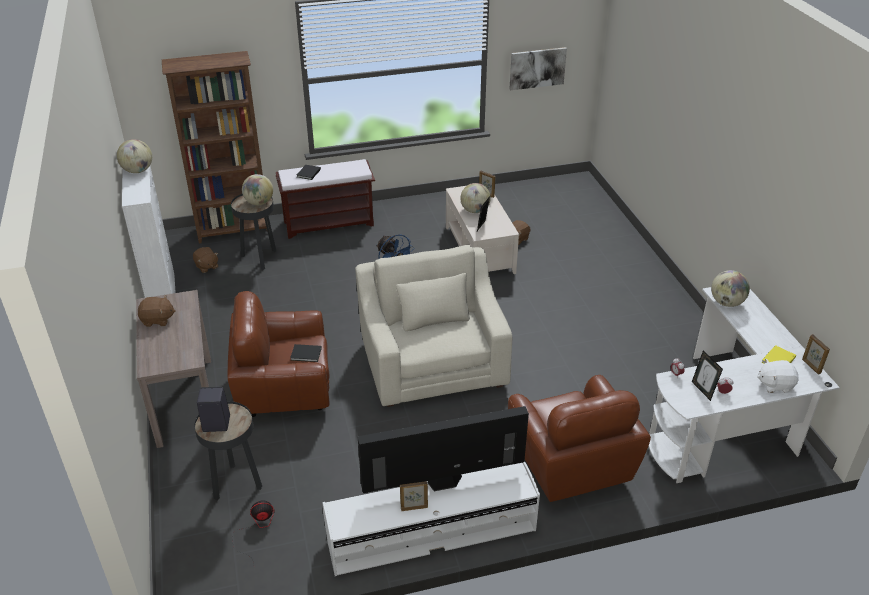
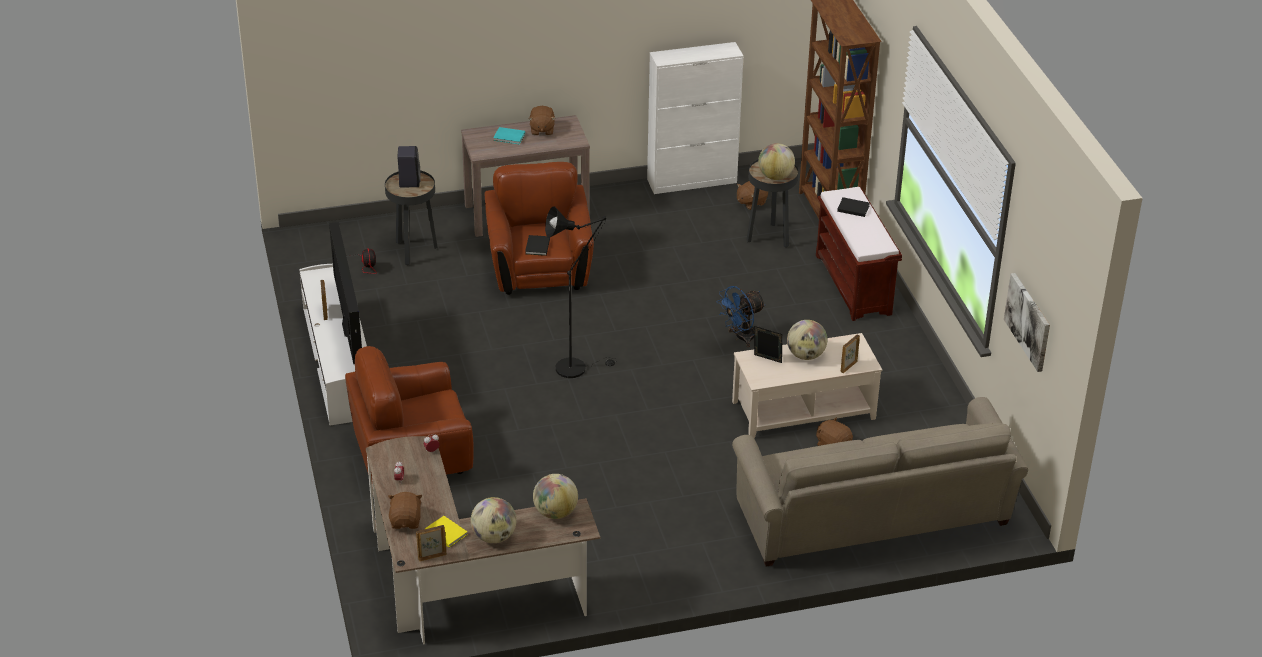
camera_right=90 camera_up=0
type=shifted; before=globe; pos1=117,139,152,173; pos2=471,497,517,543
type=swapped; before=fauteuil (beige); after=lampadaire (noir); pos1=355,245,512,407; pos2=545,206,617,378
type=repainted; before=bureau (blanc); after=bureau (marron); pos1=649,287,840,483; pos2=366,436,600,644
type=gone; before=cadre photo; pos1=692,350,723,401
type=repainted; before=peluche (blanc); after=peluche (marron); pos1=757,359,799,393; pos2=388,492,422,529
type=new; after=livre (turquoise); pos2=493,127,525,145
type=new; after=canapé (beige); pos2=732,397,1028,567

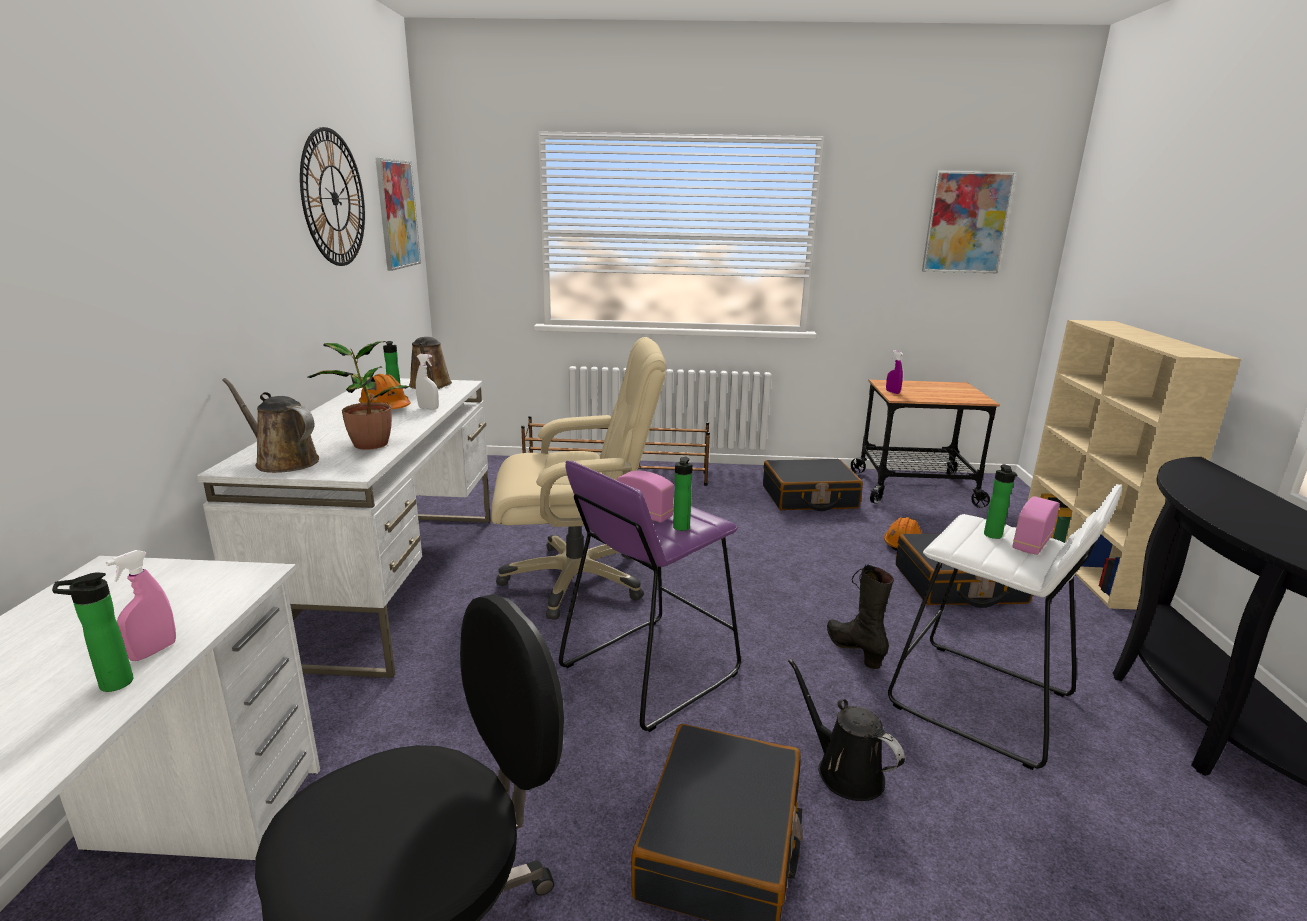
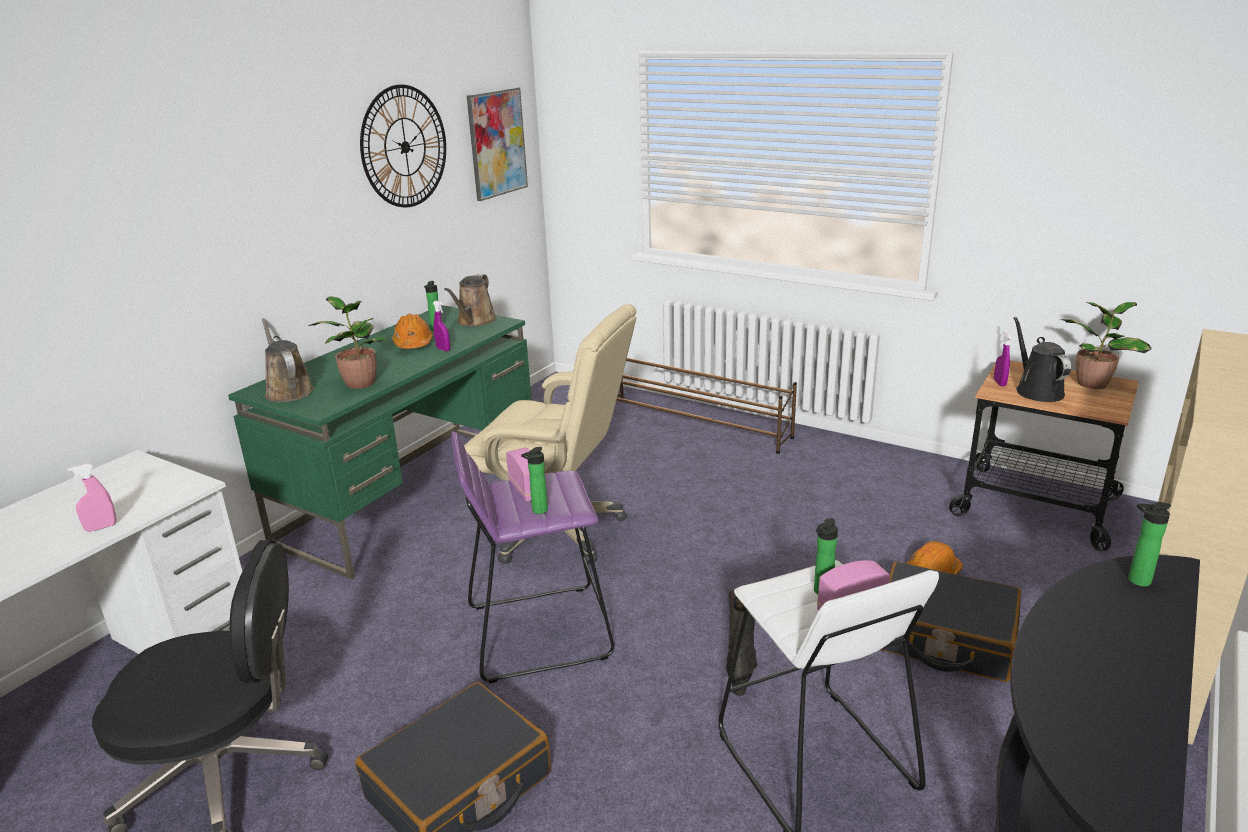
camera_right=30 camera_up=5
type=gone; before=tableau; pos1=922,170,1016,273
type=repainted; before=vaporisateur (blanc); after=vaporisateur (violet); pos1=416,354,439,410; pos2=433,301,450,351
type=repainted; before=bureau (blanc); after=bureau (vert); pos1=197,378,491,678; pos2=228,305,532,579
type=gone; before=valise (noir); pos1=763,459,863,511
type=shifted; before=bouteille; pos1=52,572,133,692; pos2=1128,502,1171,587
type=shifted; before=arrosoir (noir); pos1=788,659,905,801; pos2=1013,317,1071,402
type=new; after=plante en pot; pos2=1061,302,1151,389

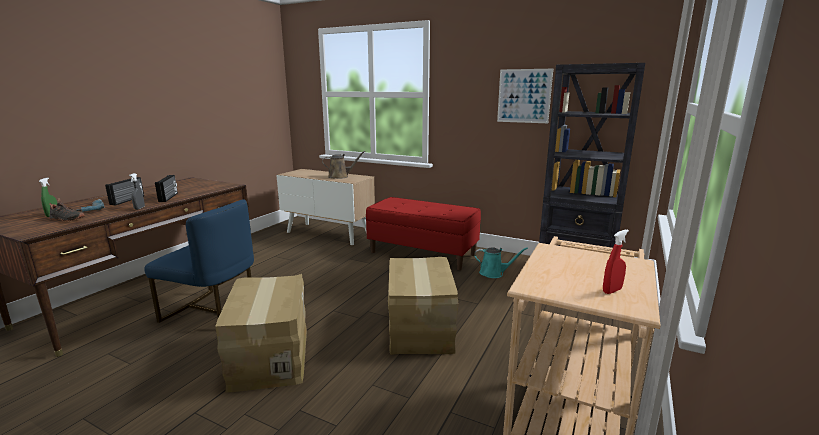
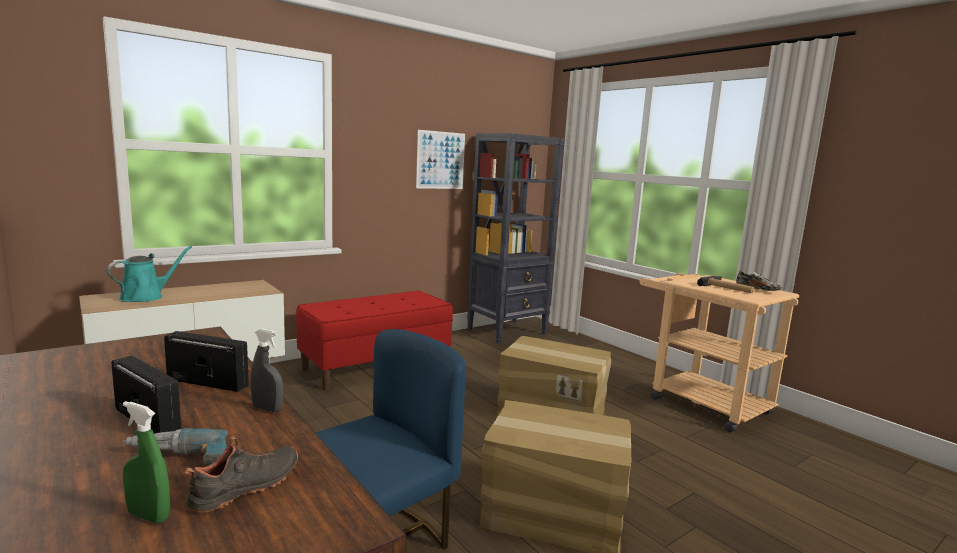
camera_right=-65 camera_up=-5
type=gone; before=arrosoir (marron); pos1=322,151,365,179
type=swapped; before=vaporisateur (rouge); after=chaussure; pos1=603,229,629,294; pos2=736,270,782,291
type=shifted; before=arrosoir (turquoise); pos1=474,247,528,278; pos2=106,246,192,302
type=new; after=marteau; pos2=697,276,754,293

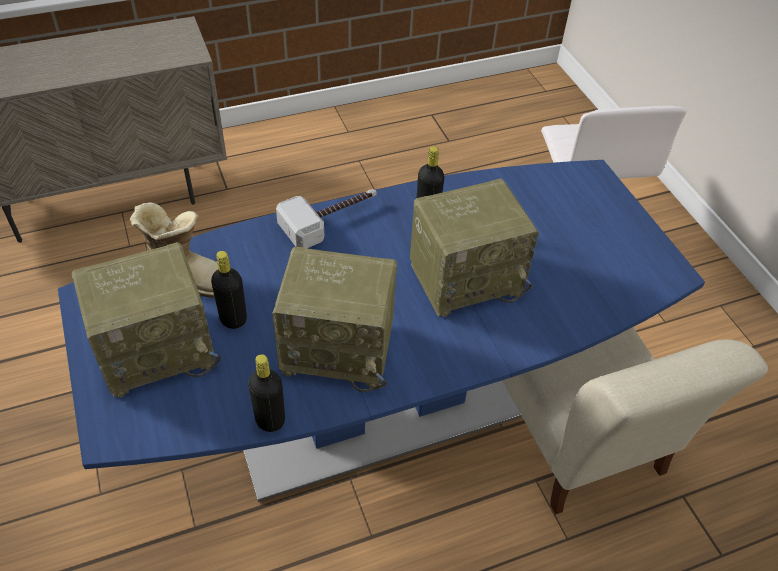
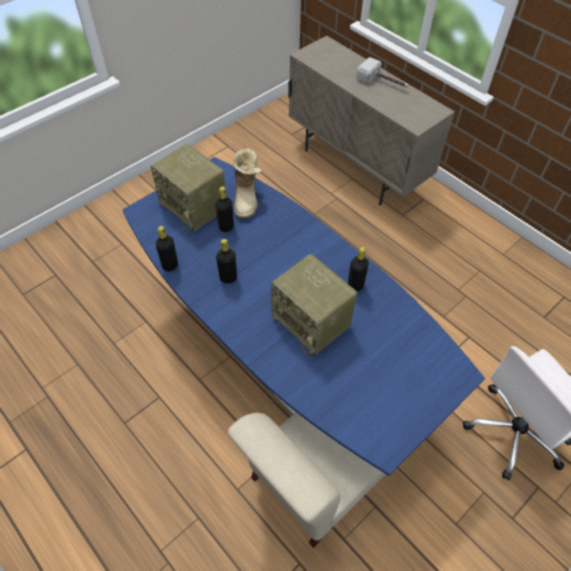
camera_right=70 camera_up=5
type=shifted; before=marteau; pos1=276,189,377,248; pos2=356,57,409,87
type=swapped; before=radio; after=bouteille (noir); pos1=272,247,397,392; pos2=216,239,237,284

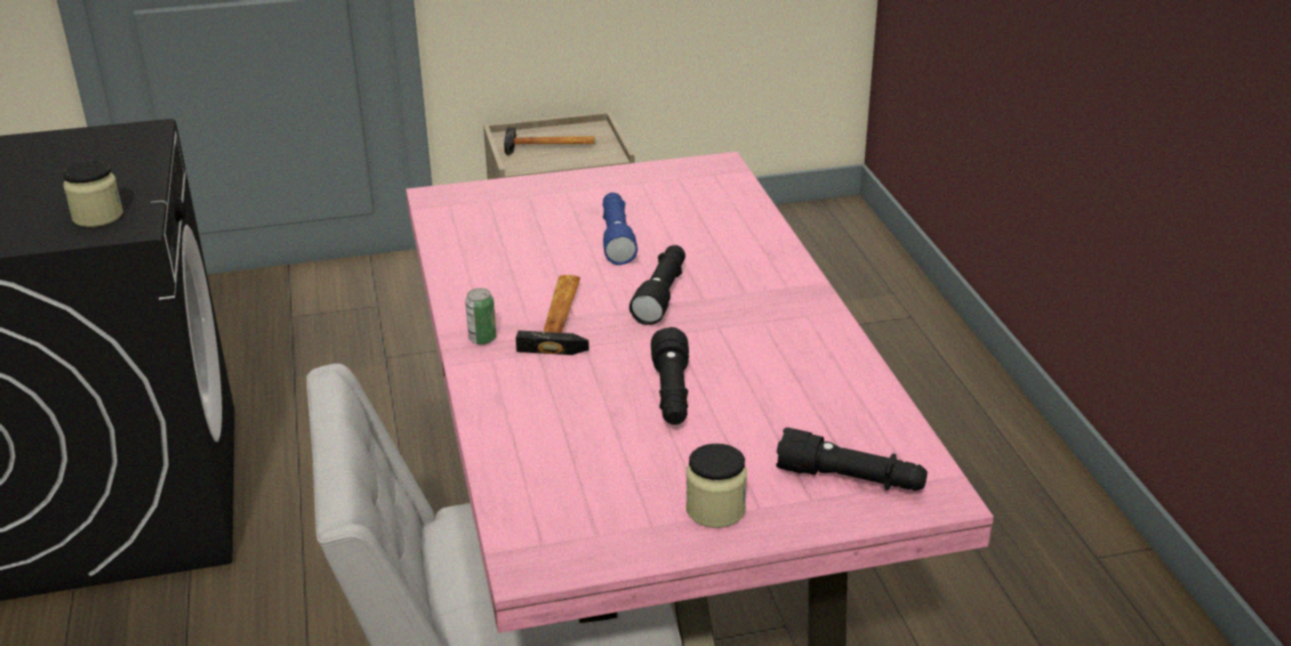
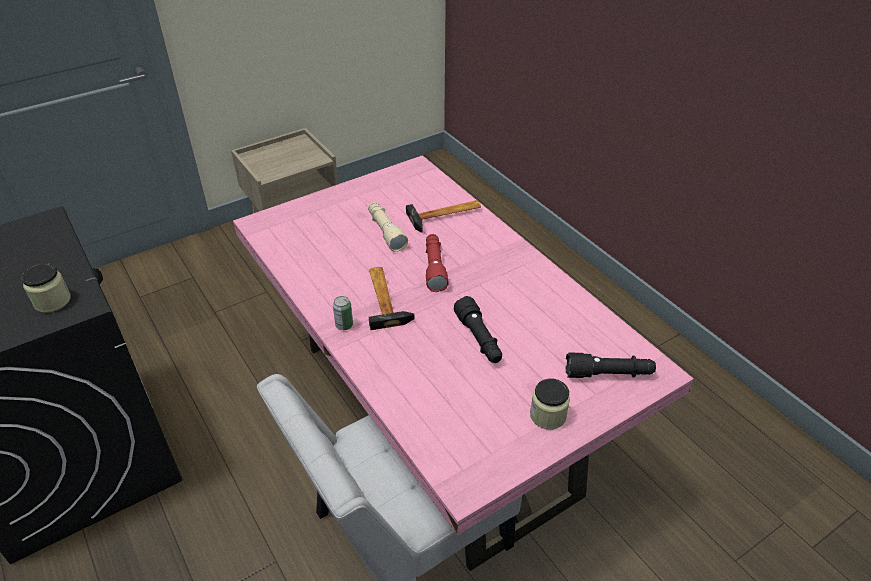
camera_right=-20 camera_up=10
type=shifted; before=marteau; pos1=504,127,595,155; pos2=406,200,481,233
type=repainted; before=lampe de poche (bleu); after=lampe de poche (beige); pos1=603,192,638,265; pos2=368,202,408,252
type=repainted; before=lampe de poche (noir); after=lampe de poche (rouge); pos1=629,245,685,325; pos2=426,234,449,292

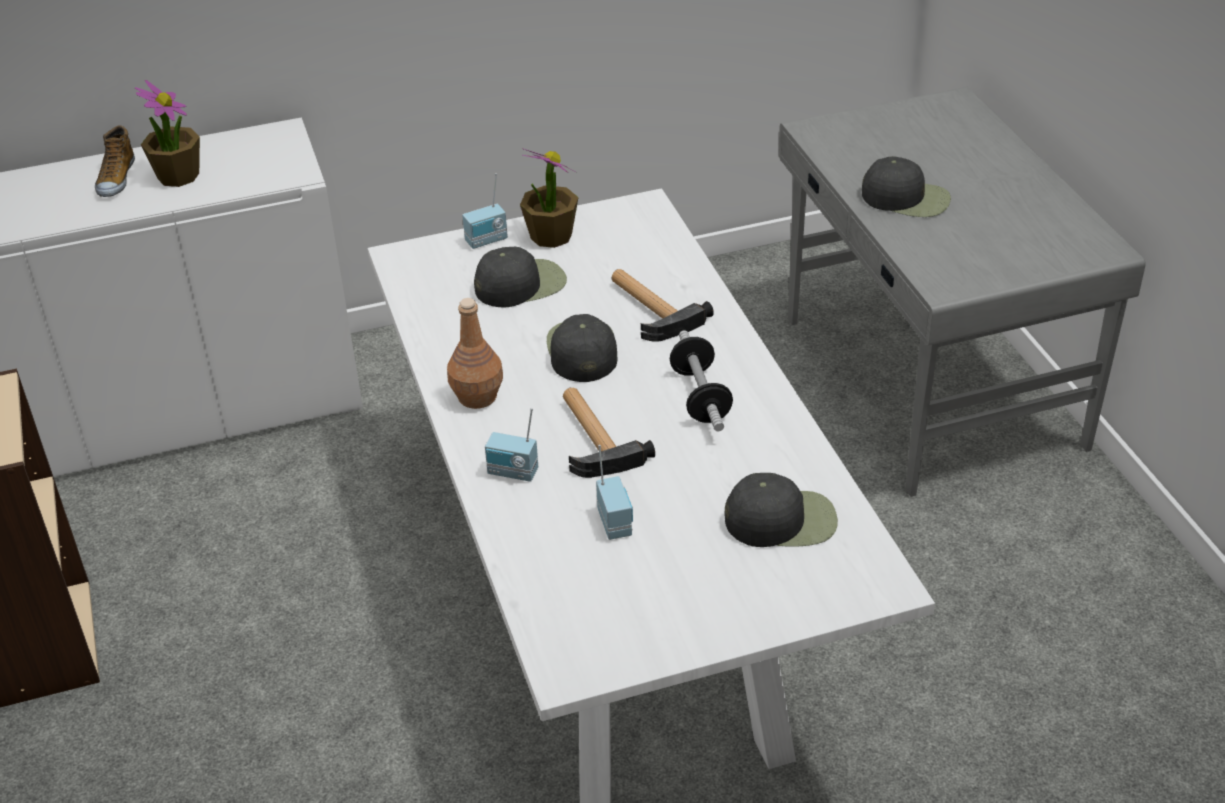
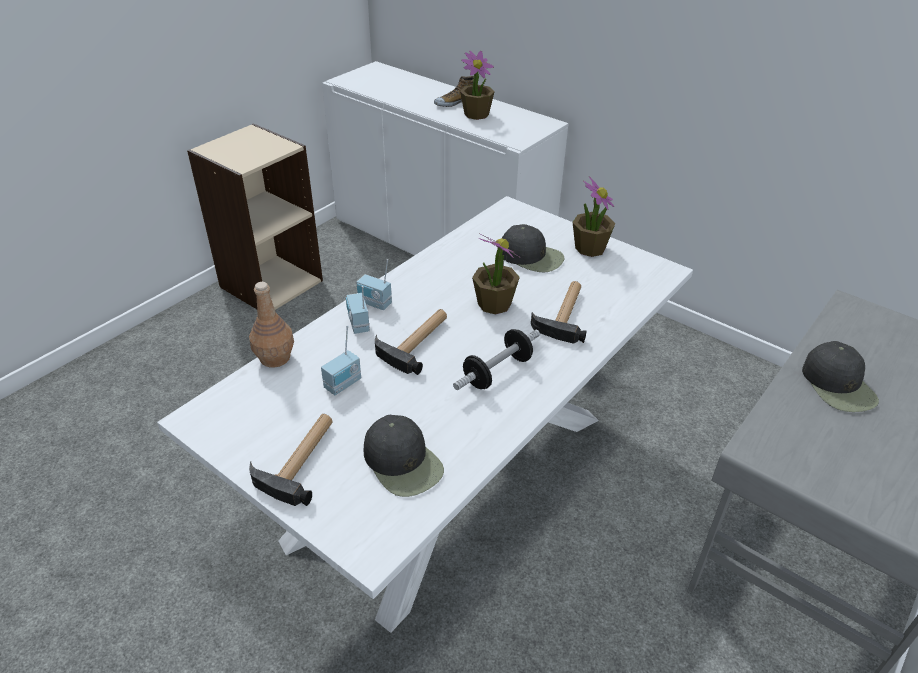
camera_right=55 camera_up=0
type=shifted; before=radio; pos1=462,173,508,249; pos2=356,259,392,310
type=shifted; before=bouteille (marron); pos1=447,298,503,409; pos2=249,282,294,368
type=swapped; before=casquette (noir); after=plante en pot; pos1=547,314,617,382; pos2=472,234,521,315
type=new; after=marteau; pos2=249,414,333,506

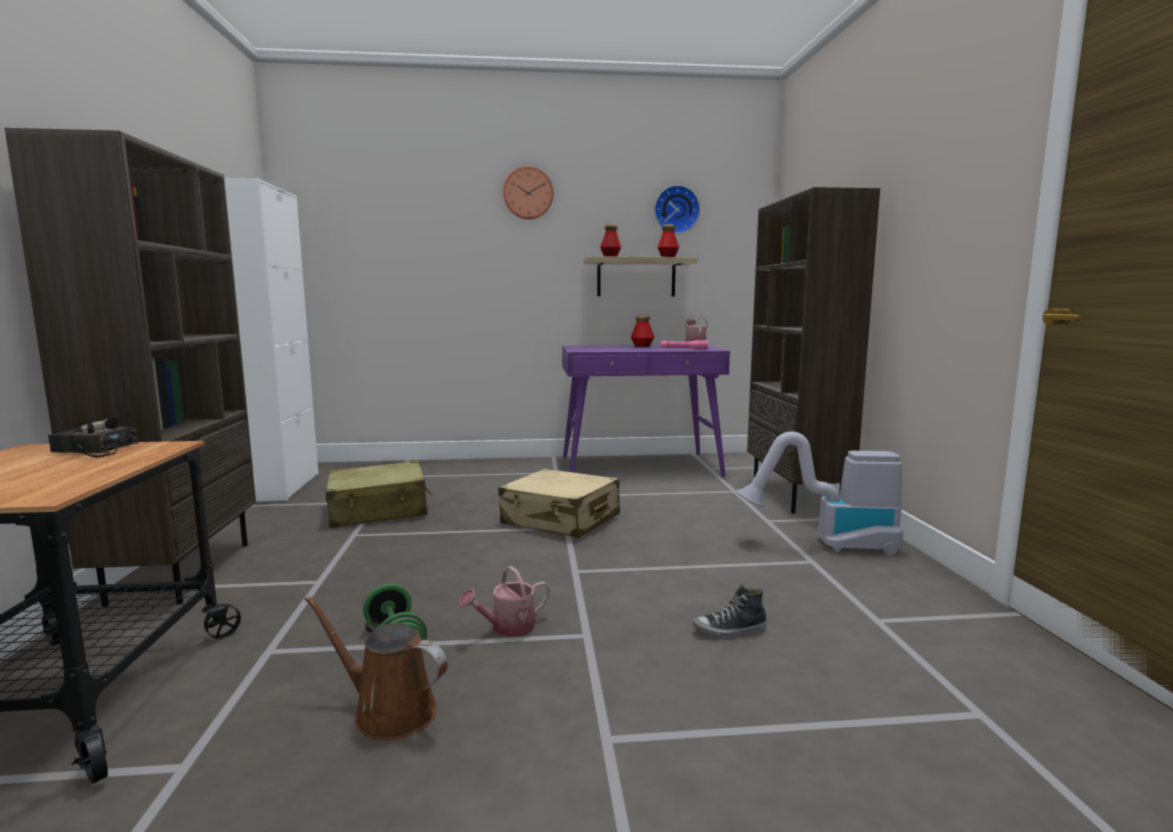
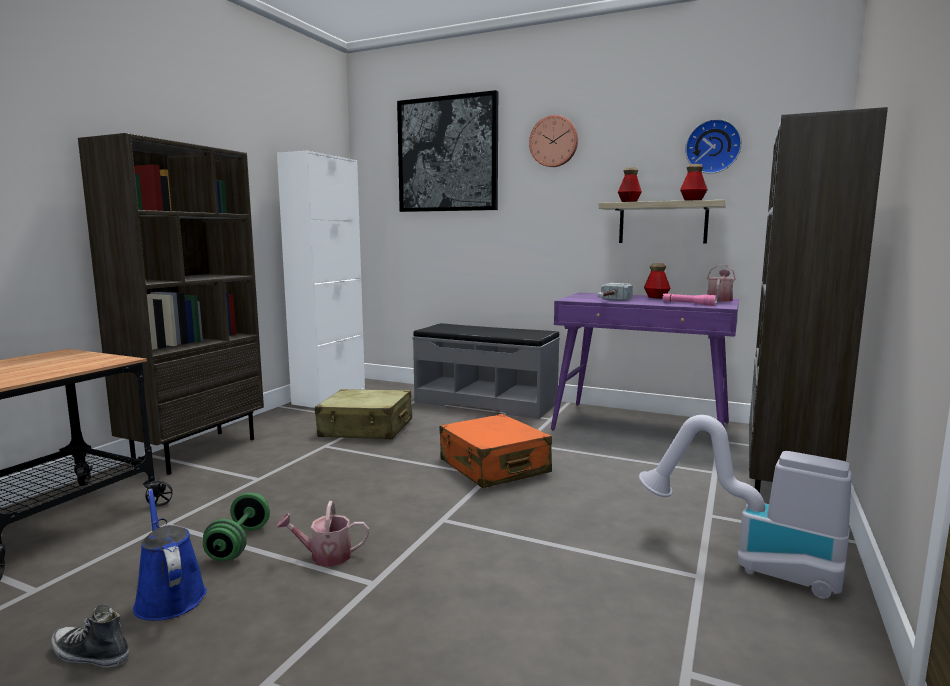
camera_right=30 camera_up=0
type=gone; before=radio; pos1=48,344,139,458
type=repainted; before=valise (beige); after=valise (orange); pos1=498,469,620,538; pos2=439,414,552,488
type=shifted; before=chaussure; pos1=693,584,767,637; pos2=51,604,129,668
type=repainted; before=arrosoir (marron); after=arrosoir (bleu); pos1=304,595,448,740; pos2=133,488,207,621
type=new; after=tableau; pos2=397,90,498,212
type=new; after=marteau; pos2=597,283,633,301
type=new; after=banc (gris); pos2=413,323,560,419

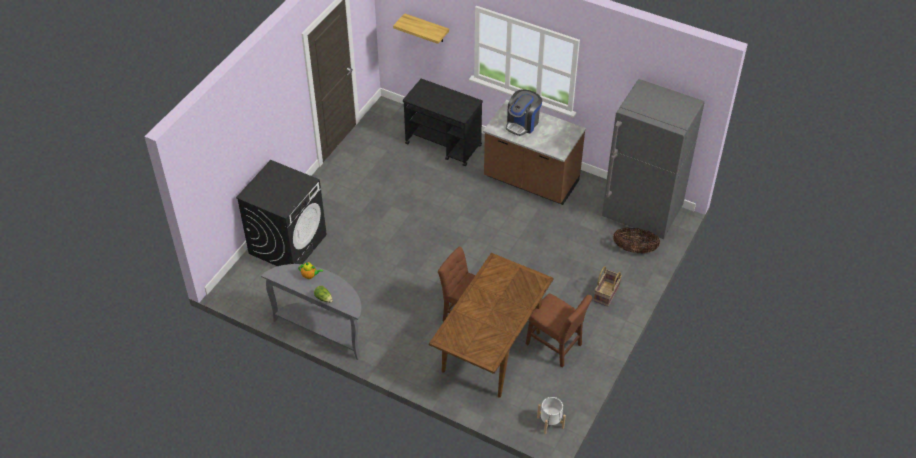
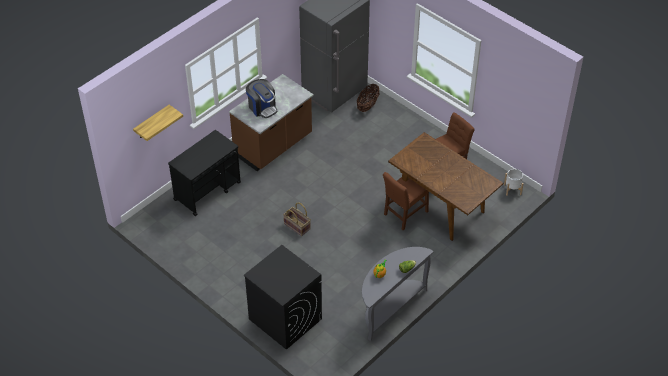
camera_right=-75 camera_up=0
type=shifted; before=panier; pos1=594,266,622,307; pos2=283,202,311,236

